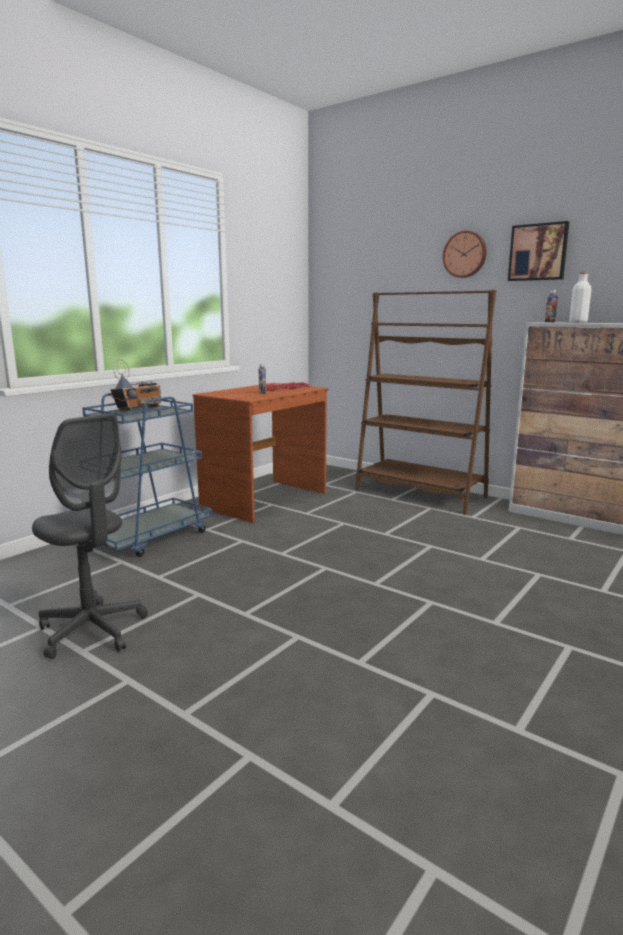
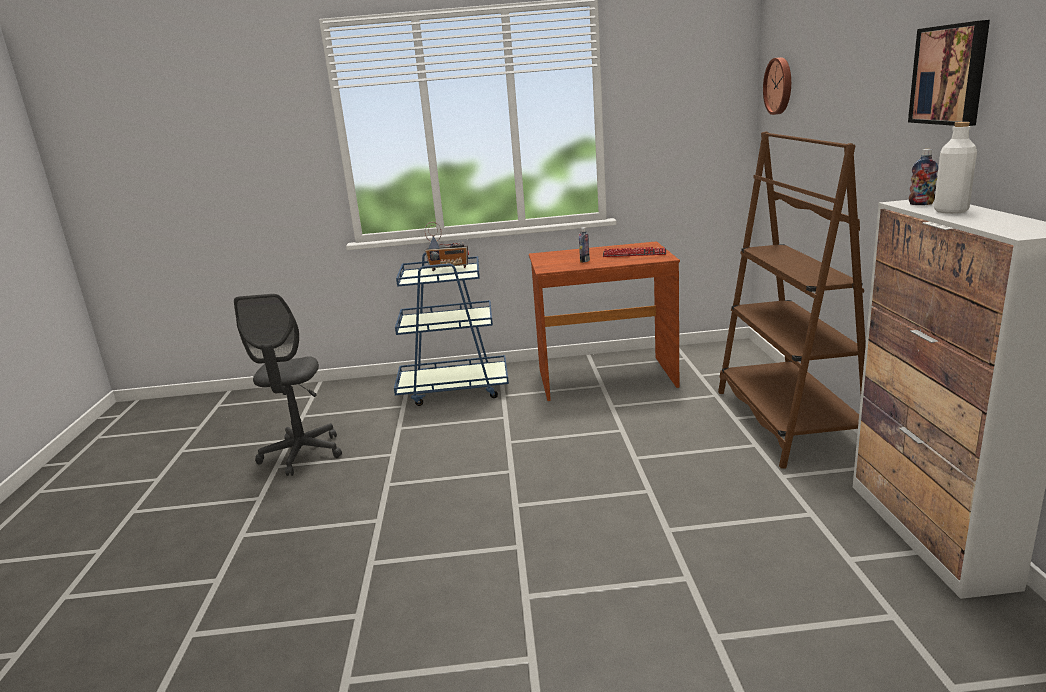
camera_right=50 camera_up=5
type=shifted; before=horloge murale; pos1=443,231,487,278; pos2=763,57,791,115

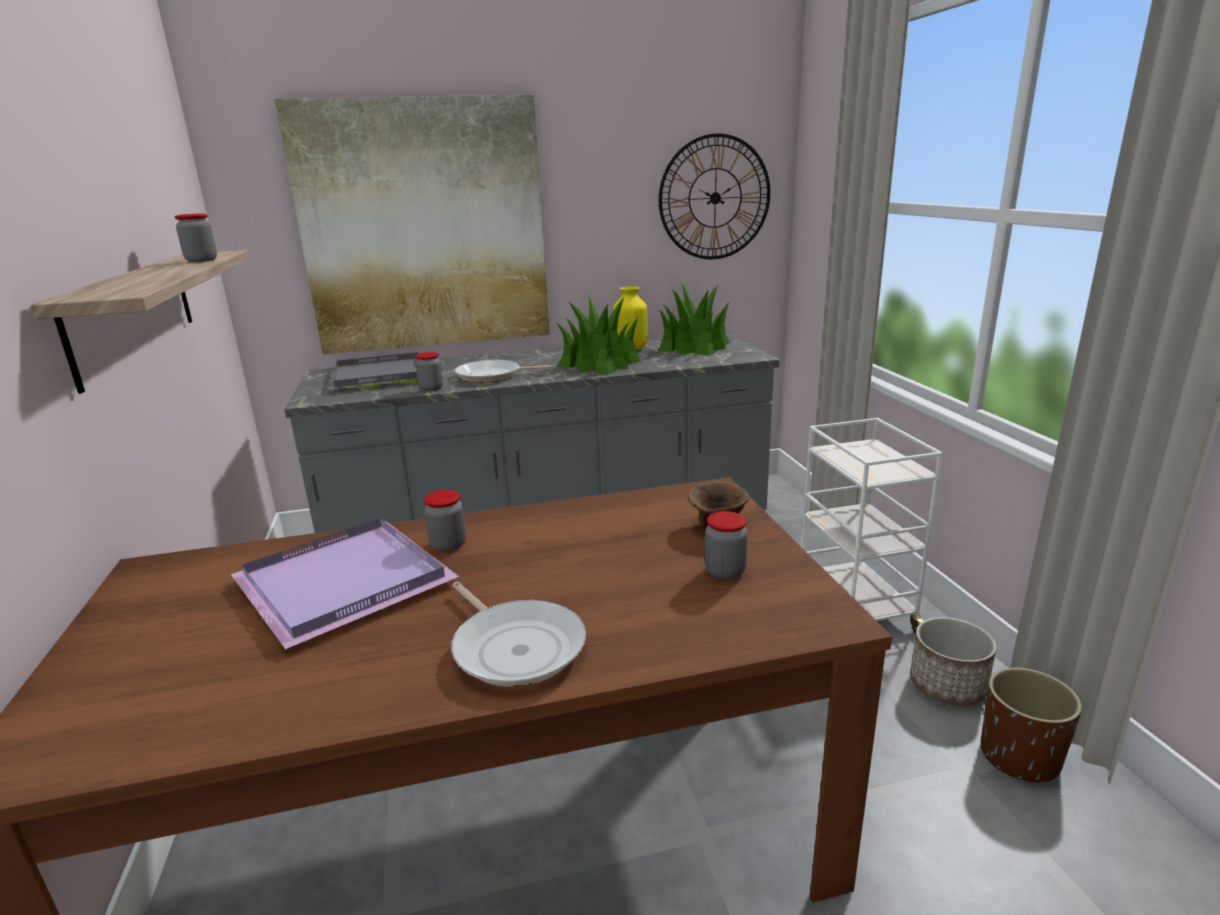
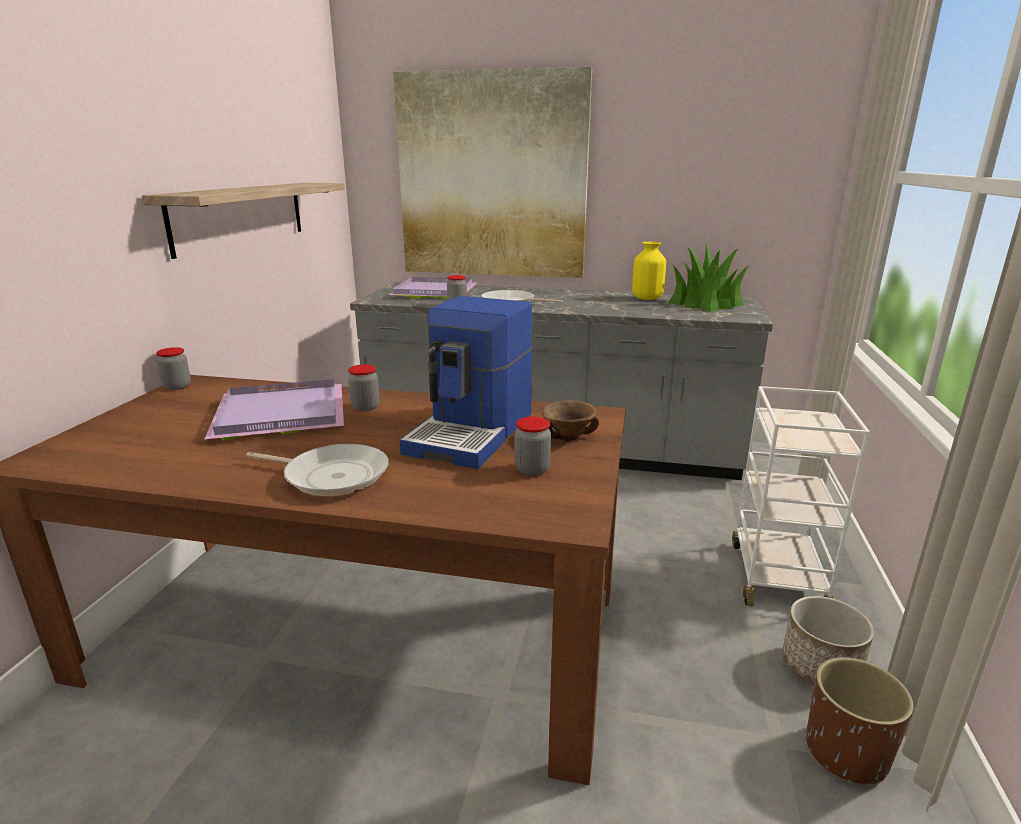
camera_right=25 camera_up=0
type=gone; before=horloge murale; pos1=659,133,770,259
type=shifted; before=bocal; pos1=175,214,217,262; pos2=156,347,191,390
type=gone; before=plante en pot; pos1=556,297,641,374
type=repainted; before=plateau (gris); after=plateau (violet); pos1=328,352,418,390; pos2=388,277,476,299
type=rotated; before=poêle; pos1=451,582,586,686; pos2=246,444,389,496; turn=-60
type=new; after=machine à café; pos2=399,296,533,469

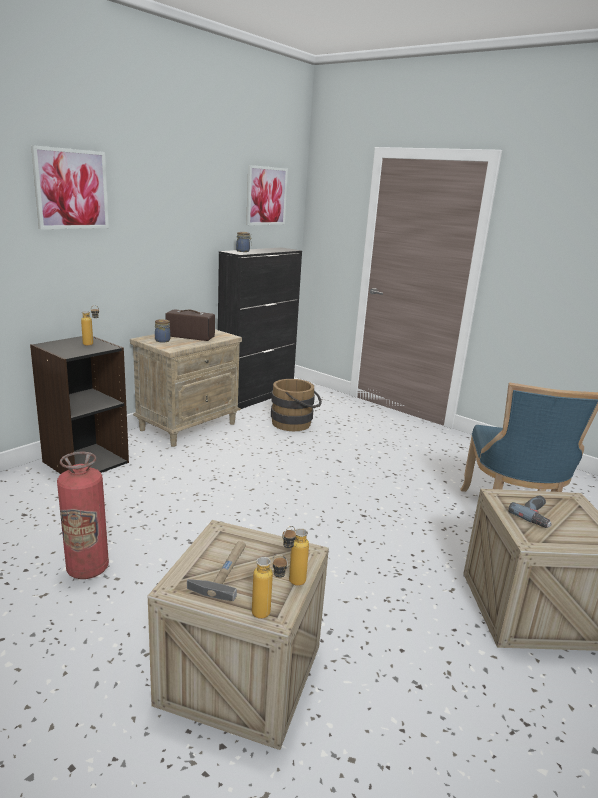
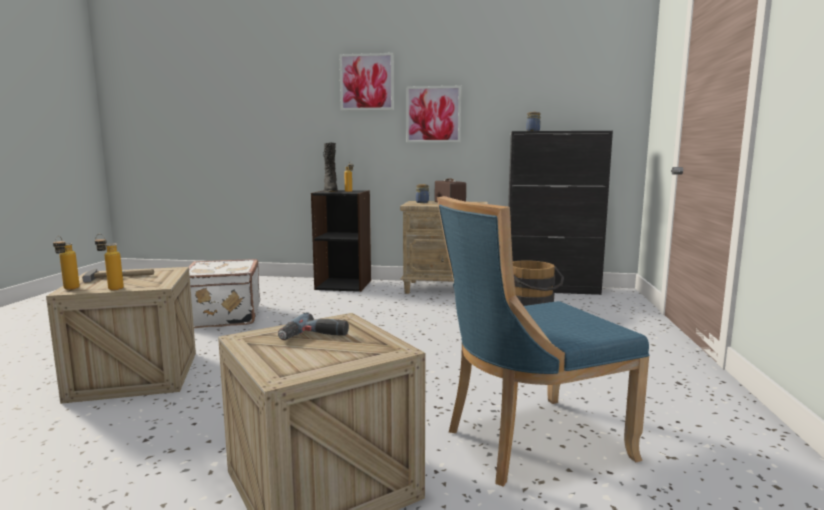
camera_right=60 camera_up=-10
type=shifted; before=tableau; pos1=246,165,288,225; pos2=406,86,461,143
type=swapped; before=extincteur; after=valise (blanc); pos1=57,452,109,579; pos2=189,259,260,328
type=new; after=botte (noir); pos2=323,143,338,192

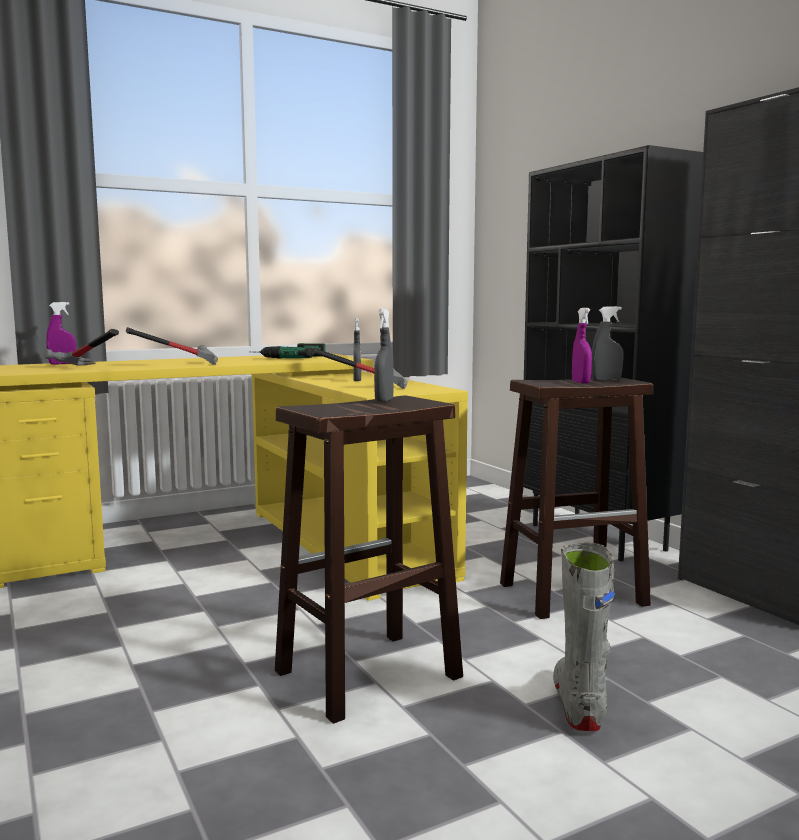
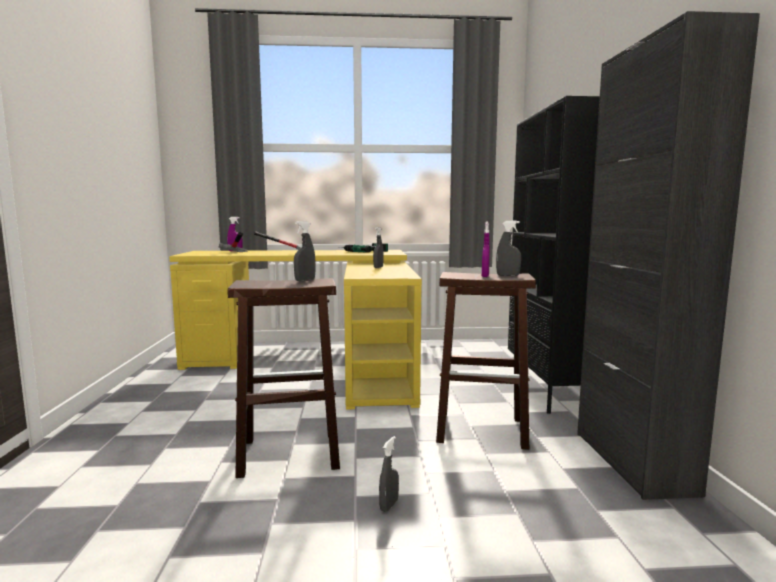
camera_right=25 camera_up=0
type=gone; before=marteau; pos1=312,347,408,389
type=swapped; before=botte (gris); after=vaporisateur (gris); pos1=553,542,614,731; pos2=379,436,399,512

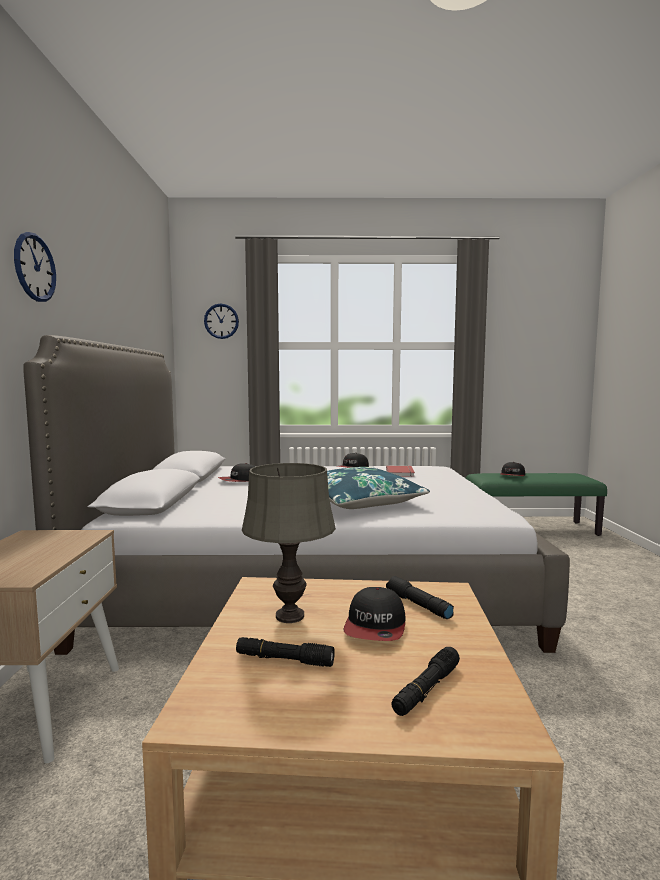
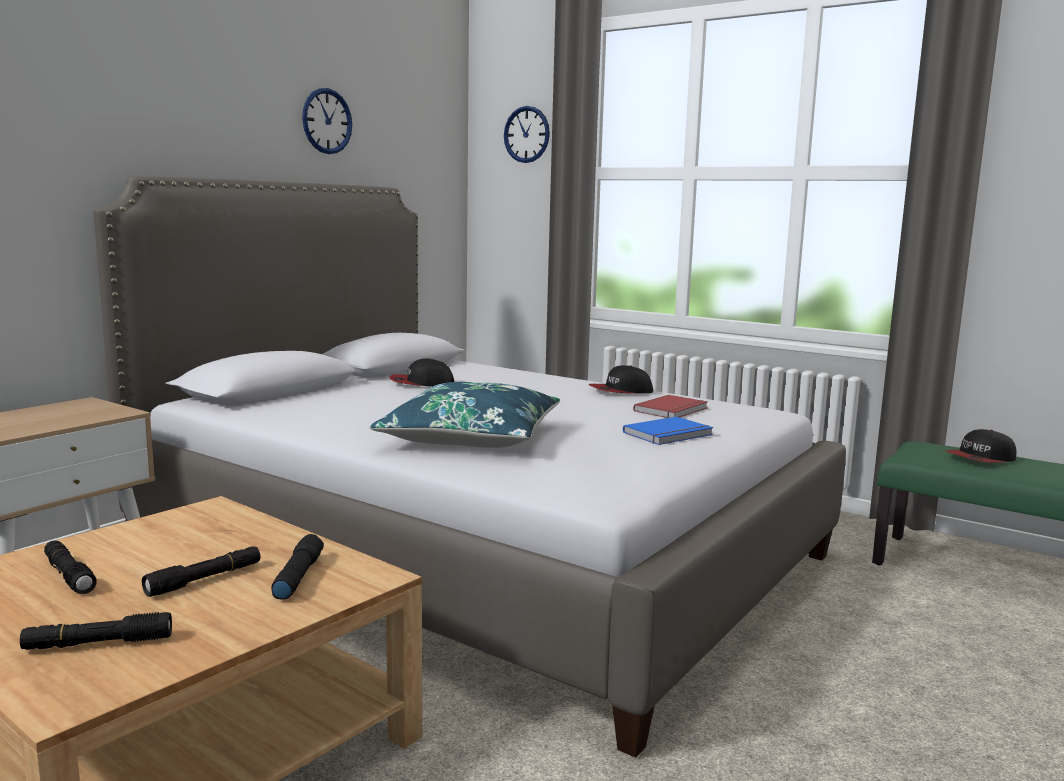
camera_right=35 camera_up=5
type=shifted; before=horloge murale; pos1=14,232,56,302; pos2=302,88,352,154
type=gone; before=lampe de table (gris); pos1=242,463,336,623
type=swapped; before=casquette; after=lampe de poche (noir); pos1=343,587,405,641; pos2=142,546,260,597
type=new; after=livre (bleu); pos2=623,417,713,445

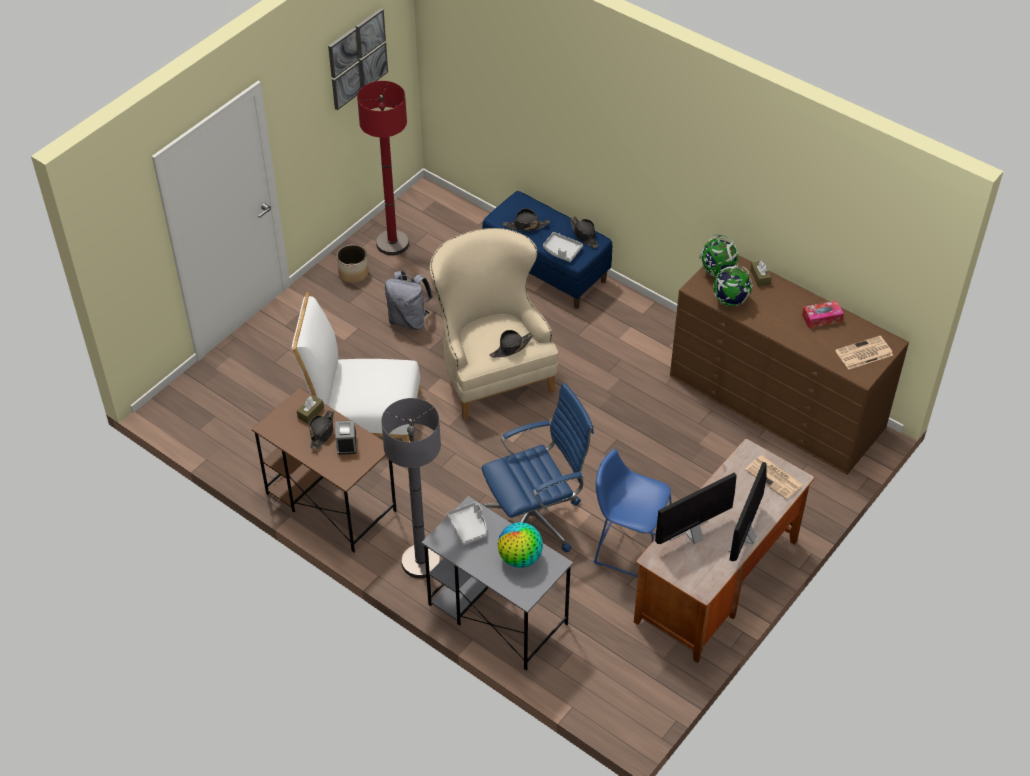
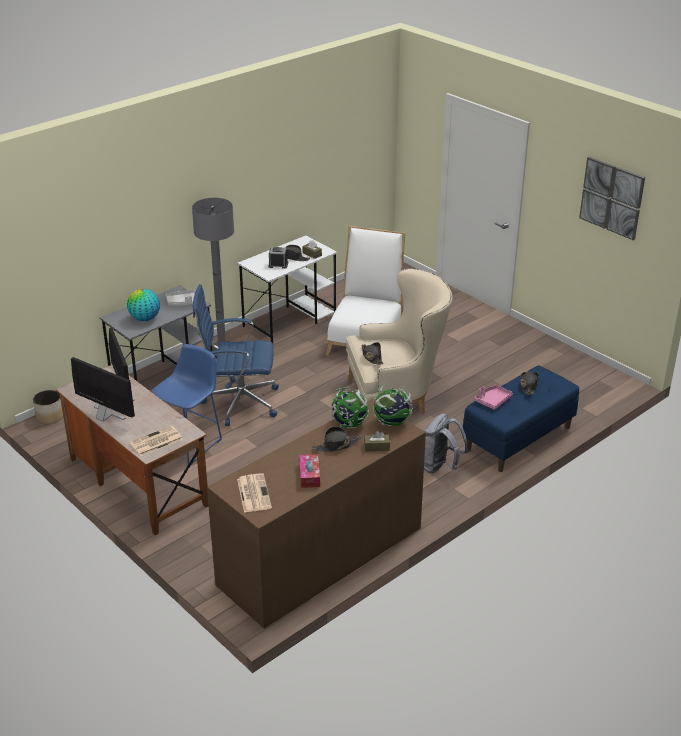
camera_right=100 camera_up=-15
type=gone; before=lampadaire (rouge); pos1=357,81,409,255
type=shifted; before=chapeau (noir); pos1=570,217,598,248; pos2=312,426,361,452
type=repainted; before=plateau (gris); after=plateau (rose); pos1=543,232,583,262; pos2=474,385,513,410
type=shifted; before=cache-pot; pos1=337,244,369,283; pos2=33,390,63,424
type=shifted; before=sac à dos (gris); pos1=385,271,433,330; pos2=424,413,468,473
type=rotated; before=chaise de bureau (bleu); pos1=481,383,594,553; pos2=193,284,279,426; turn=105
type=repainted; before=bureau (marron); after=bureau (blanc); pos1=252,388,397,552; pos2=237,235,338,343

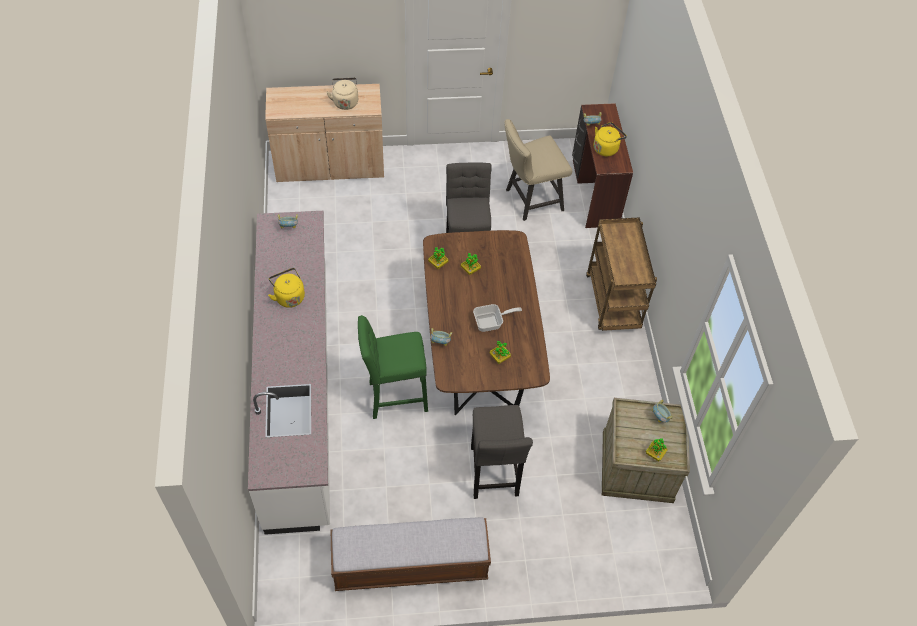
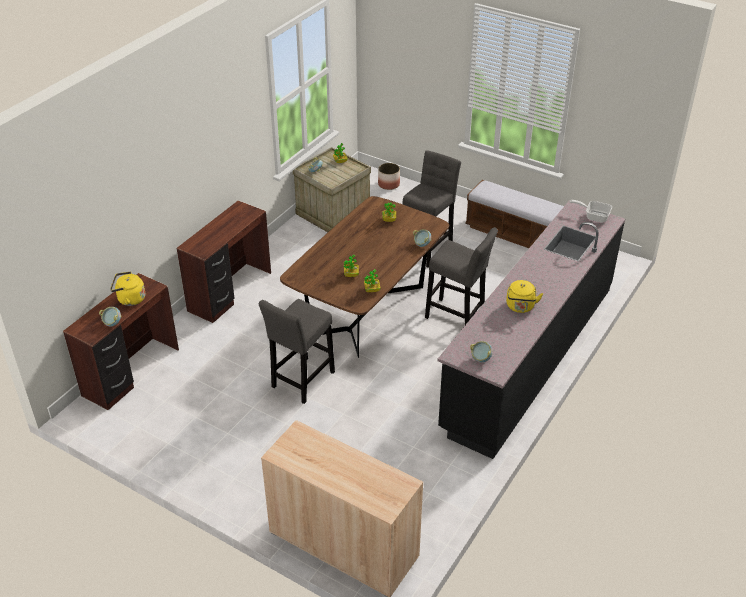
camera_right=-140 camera_up=-15
type=gone; before=bouilloire (beige); pos1=326,78,358,110
type=gone; before=chaise (beige); pos1=504,119,572,221
type=repainted; before=comptoir de cuisine (blanc); after=comptoir de cuisine (noir); pos1=248,211,330,535; pos2=437,201,625,459
type=swapped; before=chariot (marron); after=bureau (marron); pos1=586,217,657,331; pos2=177,200,271,323
type=shifted; before=poêle; pos1=473,304,522,332; pos2=569,200,612,223
type=repainted; before=tabouret (vert); after=tabouret (gris); pos1=358,315,428,419; pos2=425,227,498,325
type=new; after=cache-pot; pos2=378,163,400,190

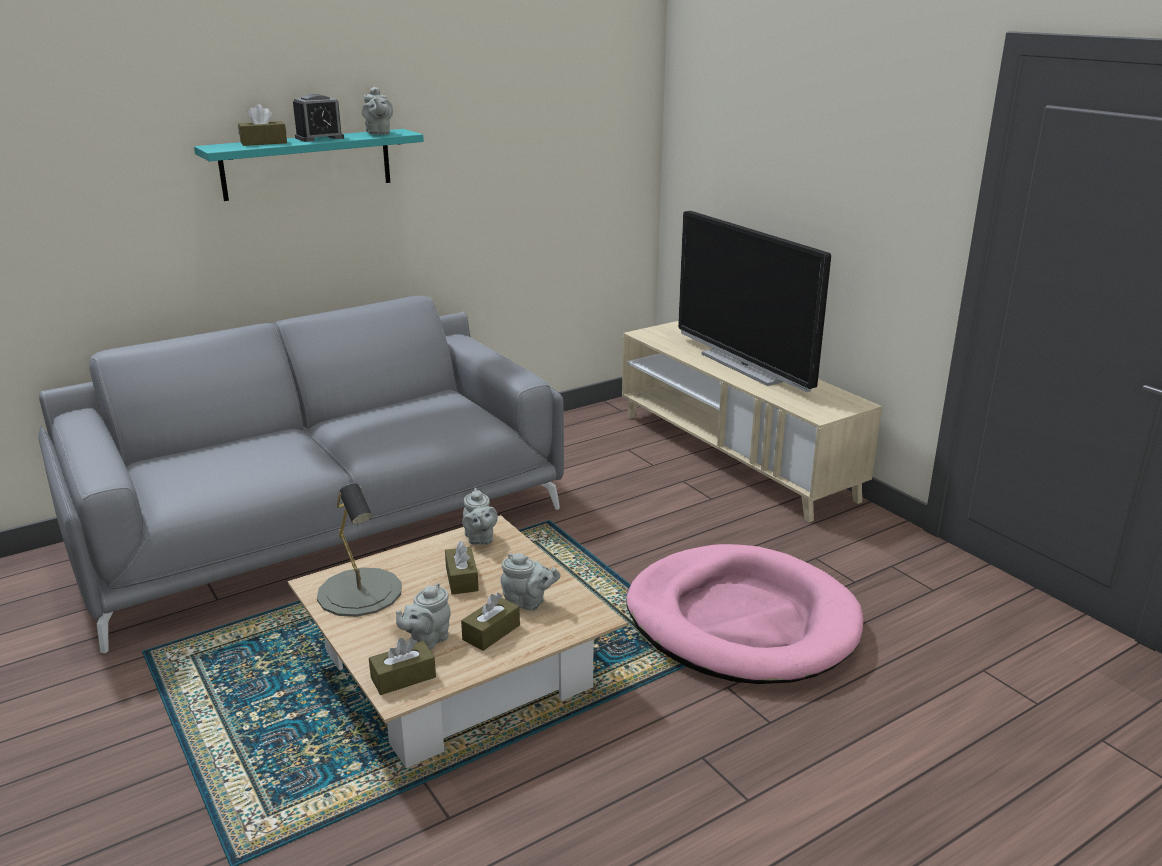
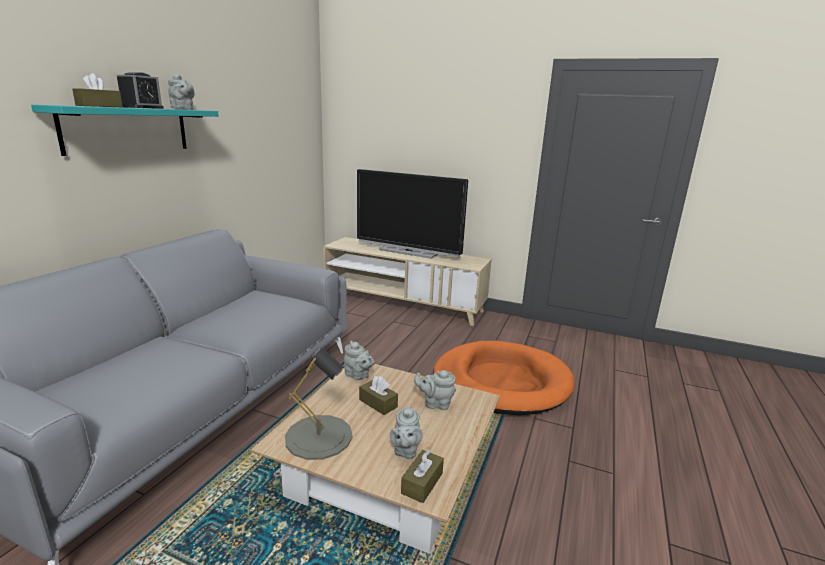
camera_right=-35 camera_up=-5
type=repainted; before=panier pour chien (rose); after=panier pour chien (orange); pos1=626,544,863,684; pos2=433,341,575,415
type=rotated; before=théière (gris); pos1=501,553,561,610; pos2=414,370,456,410; turn=-150
type=gone; before=boîte à mouchoirs (marron); pos1=461,593,520,651

